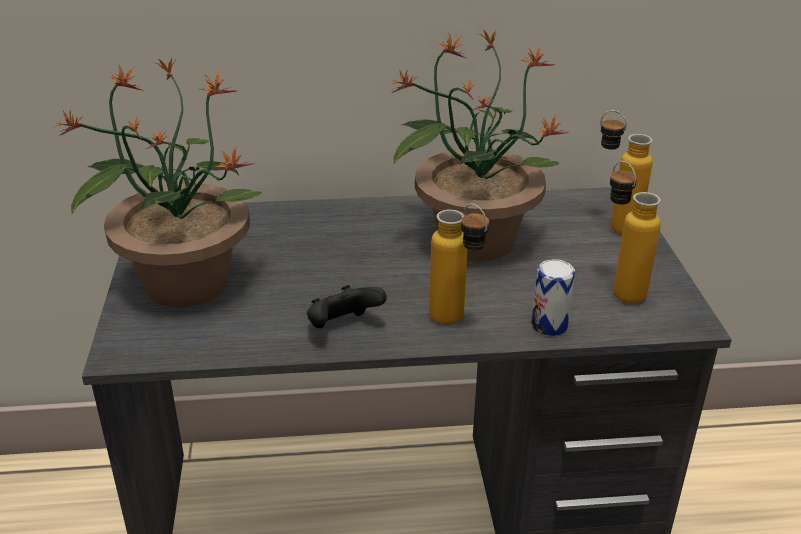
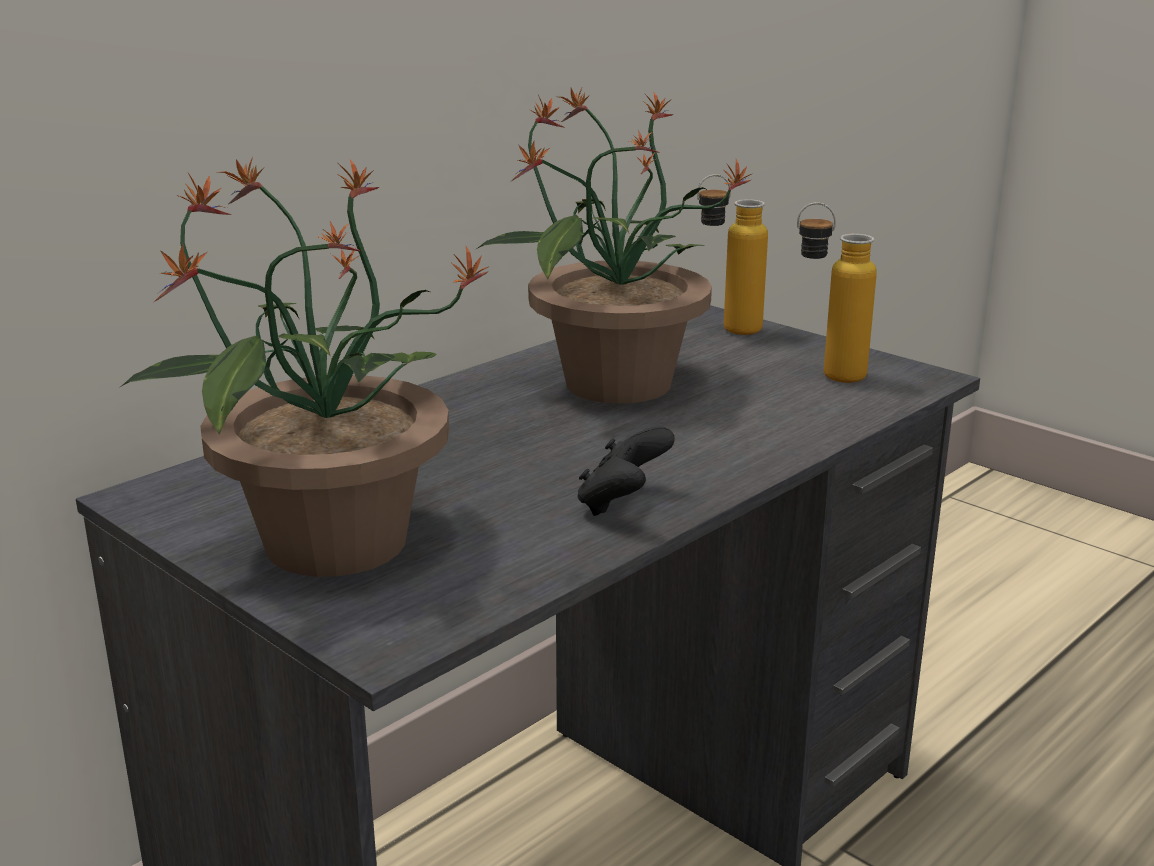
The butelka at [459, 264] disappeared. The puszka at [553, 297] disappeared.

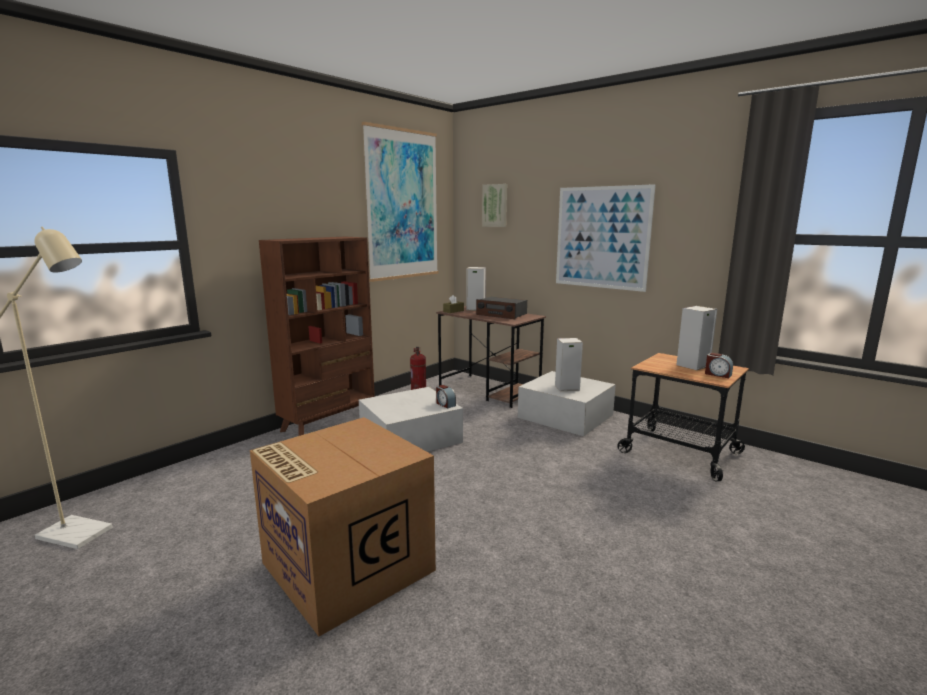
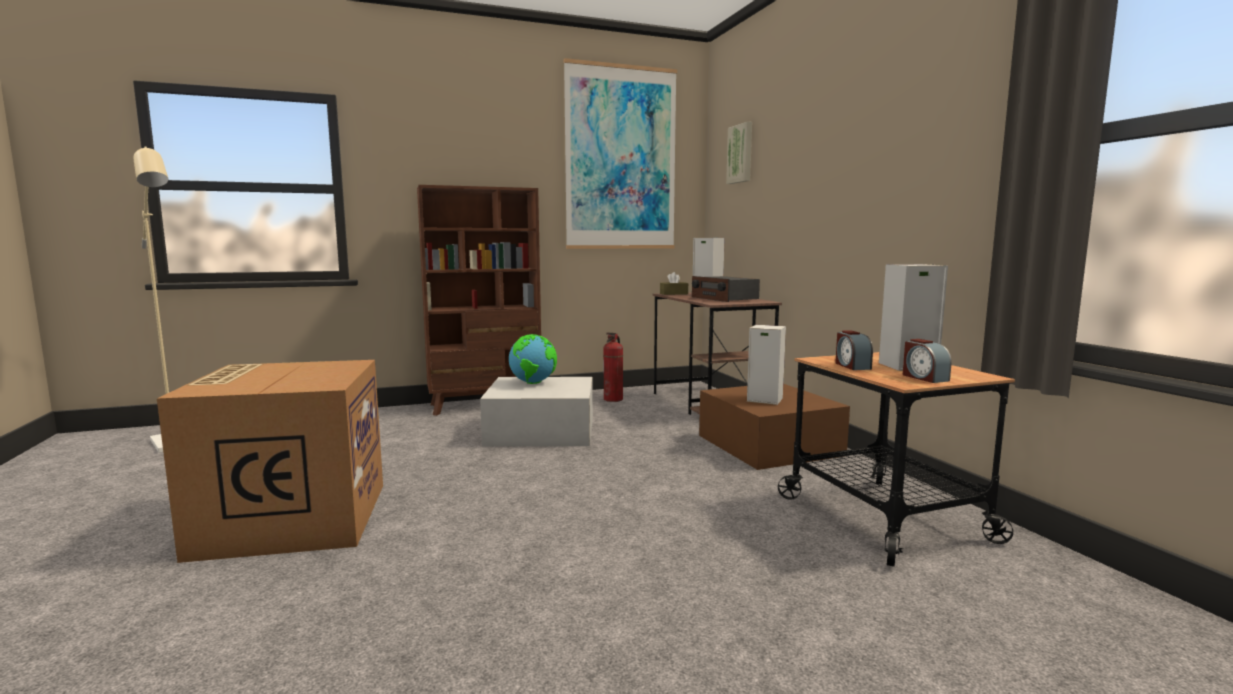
The obraz at [606, 238] disappeared. The pojemnik do przechowywania [biały] at [567, 403] became the pojemnik do przechowywania [brązowy] at [774, 427]. The budzik moved from [446, 397] to [854, 350]. The globus at [533, 359] appeared.

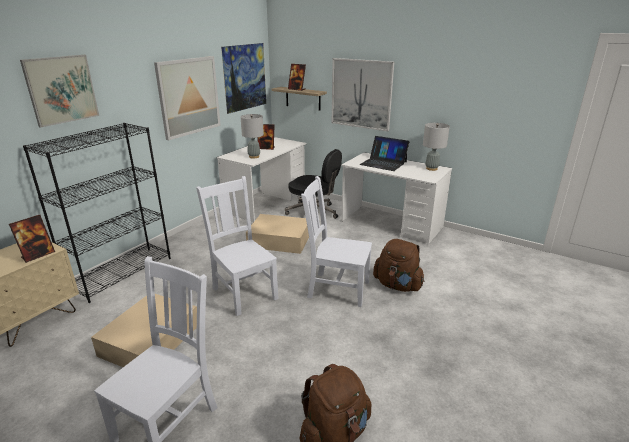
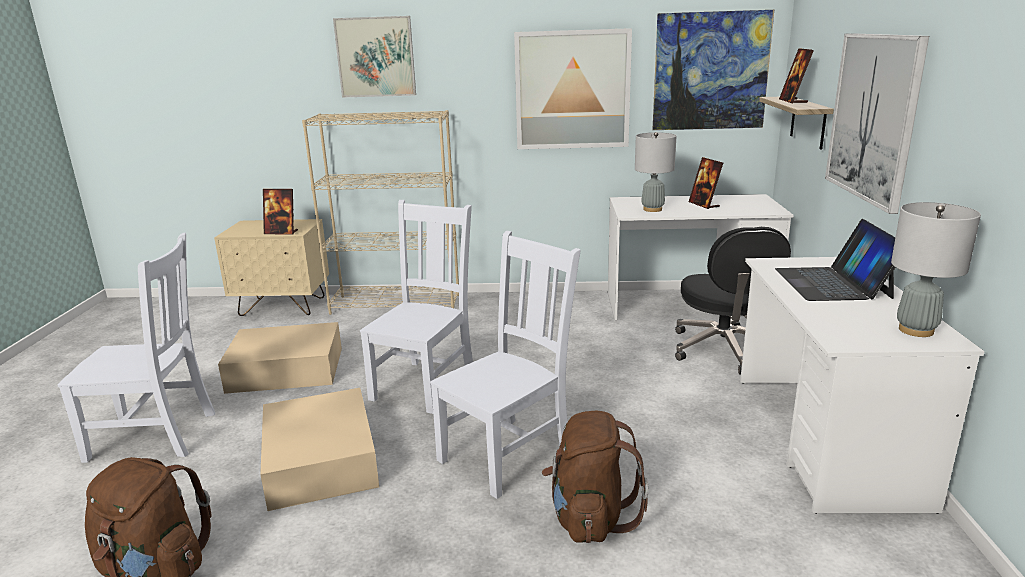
The regał [czarny] at [97, 213] became the regał [beżowy] at [380, 212]. The krzesło [biały] at [336, 241] turned 60 degrees clockwise. The pojemnik do przechowywania [beżowy] moved from [277, 234] to [319, 449].

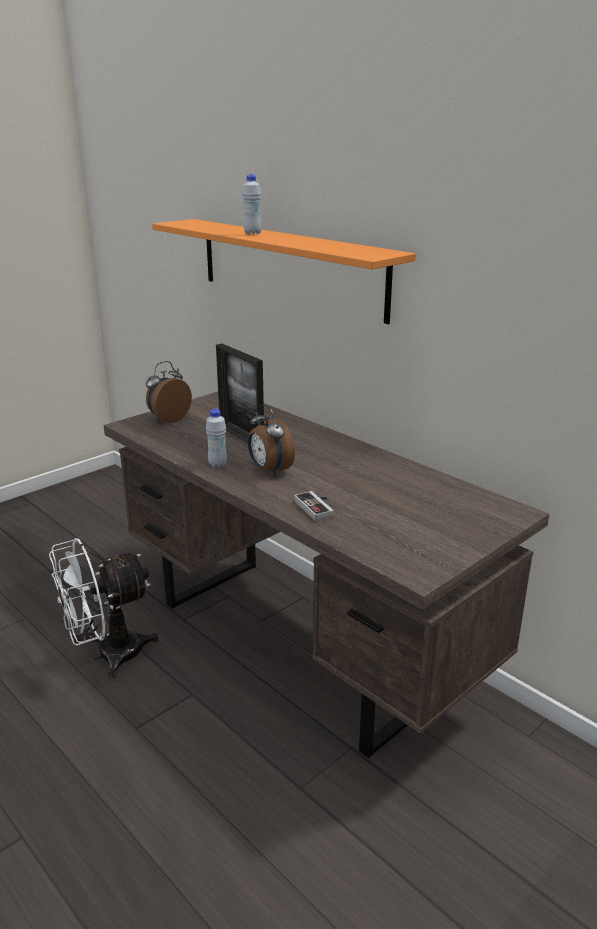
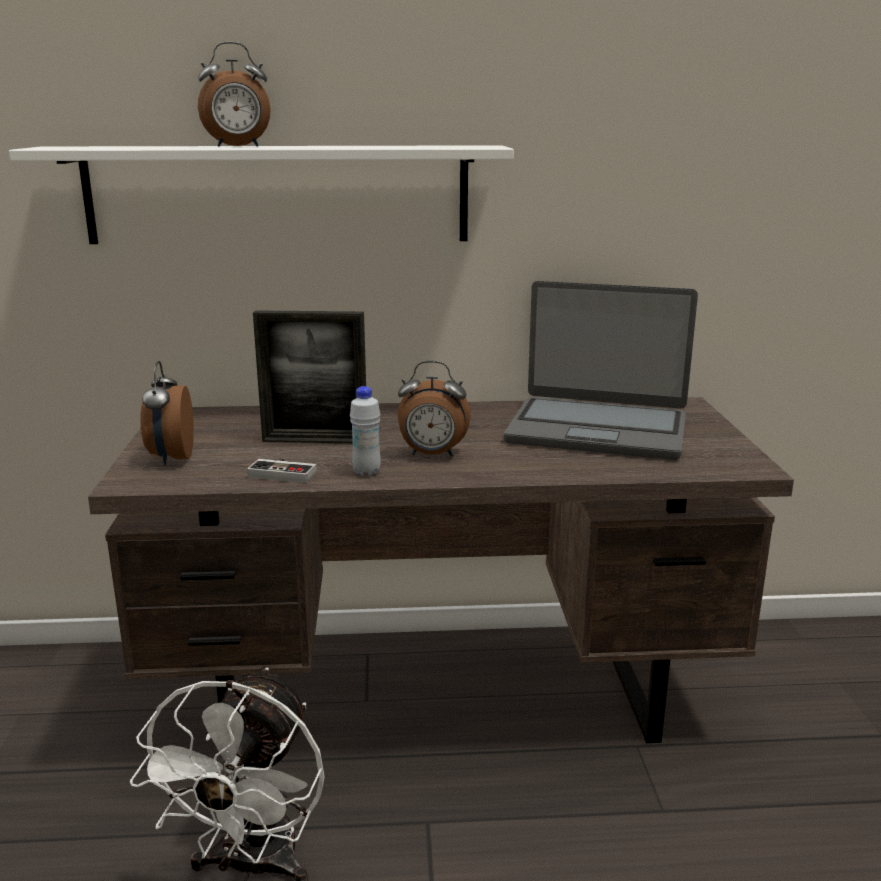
The butelka [biały] at [251, 204] was replaced by the budzik at [234, 94]. The półka [pomarańczowy] at [284, 271] became the półka [biały] at [261, 194]. The pad do gier moved from [314, 506] to [282, 471]. The laptop at [601, 370] appeared.

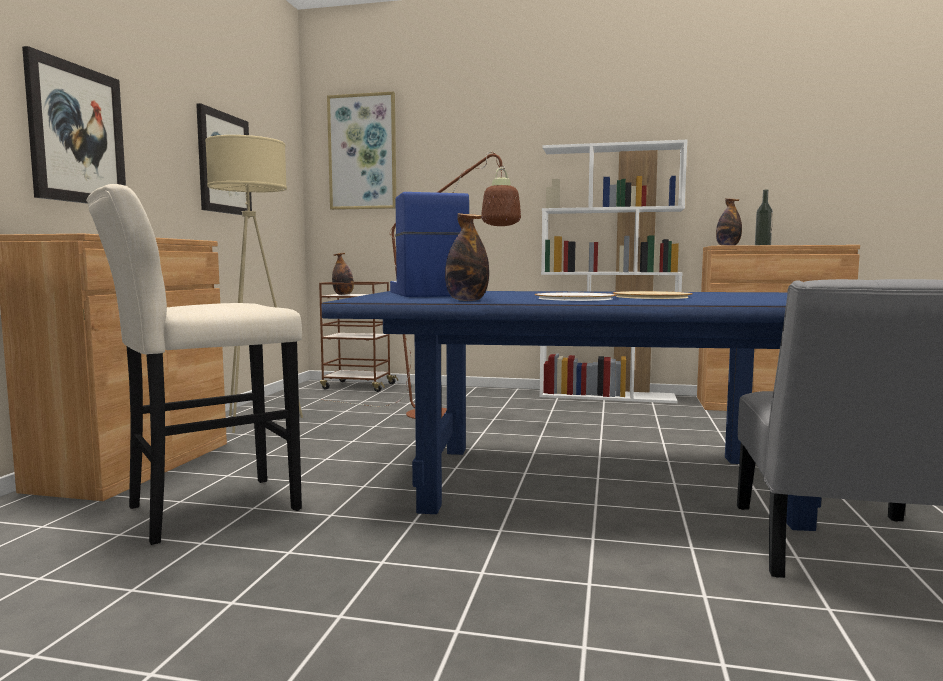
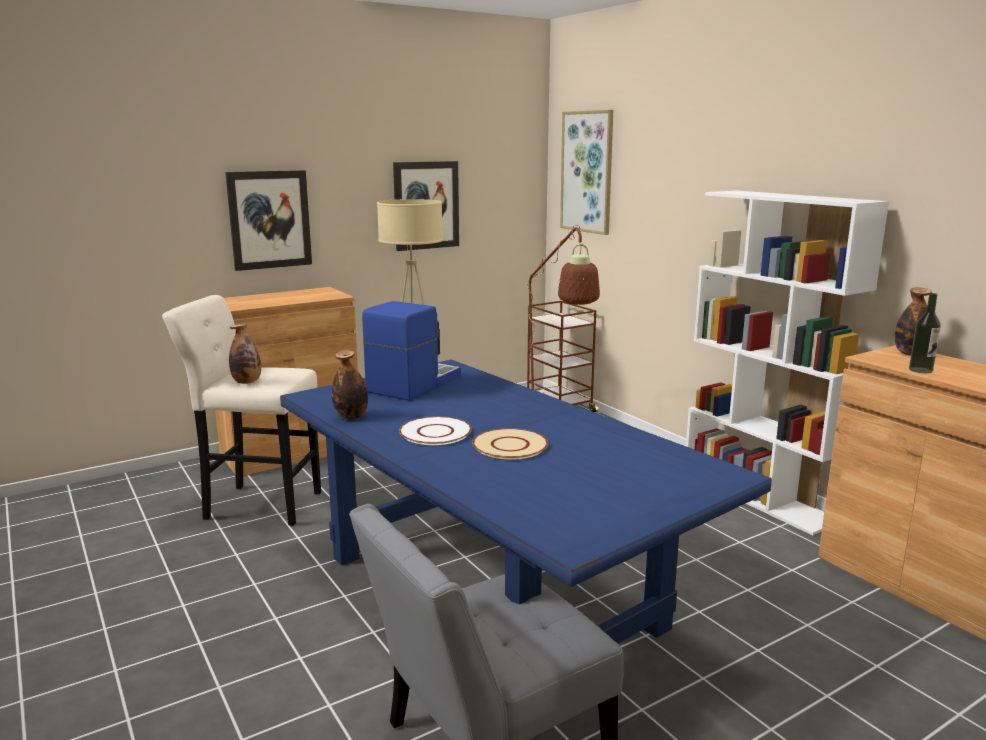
The butelka moved from [343, 274] to [245, 353].

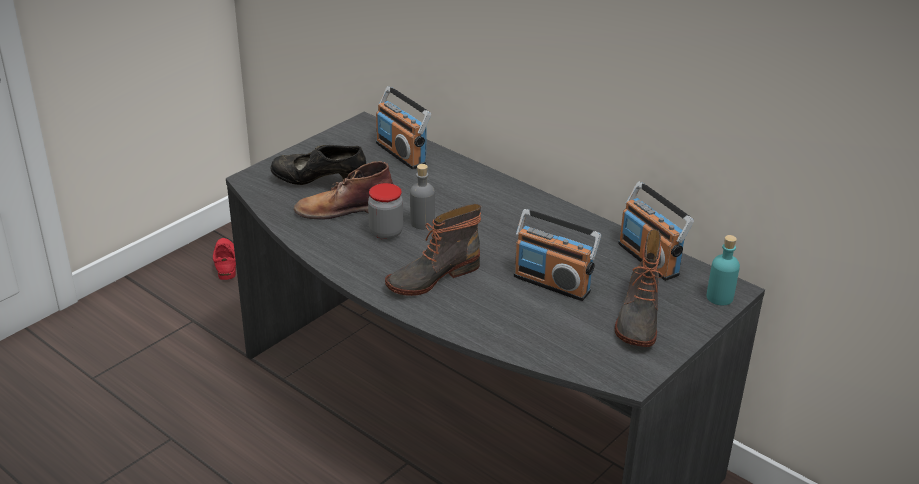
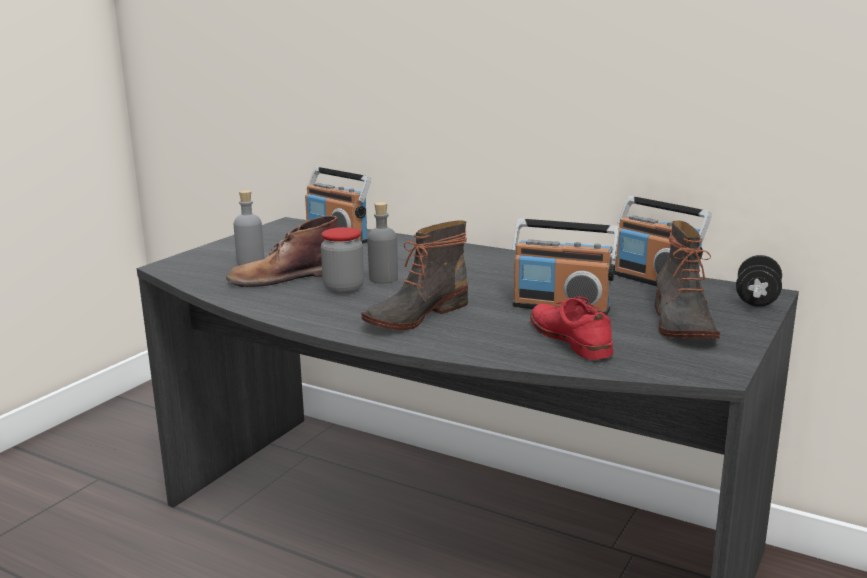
The but [czarny] at [318, 165] was replaced by the butelka [szary] at [249, 227]. The butelka [turkusowy] at [723, 270] was replaced by the hantel [czarny] at [759, 281]. The but [czerwony] moved from [224, 259] to [571, 328].

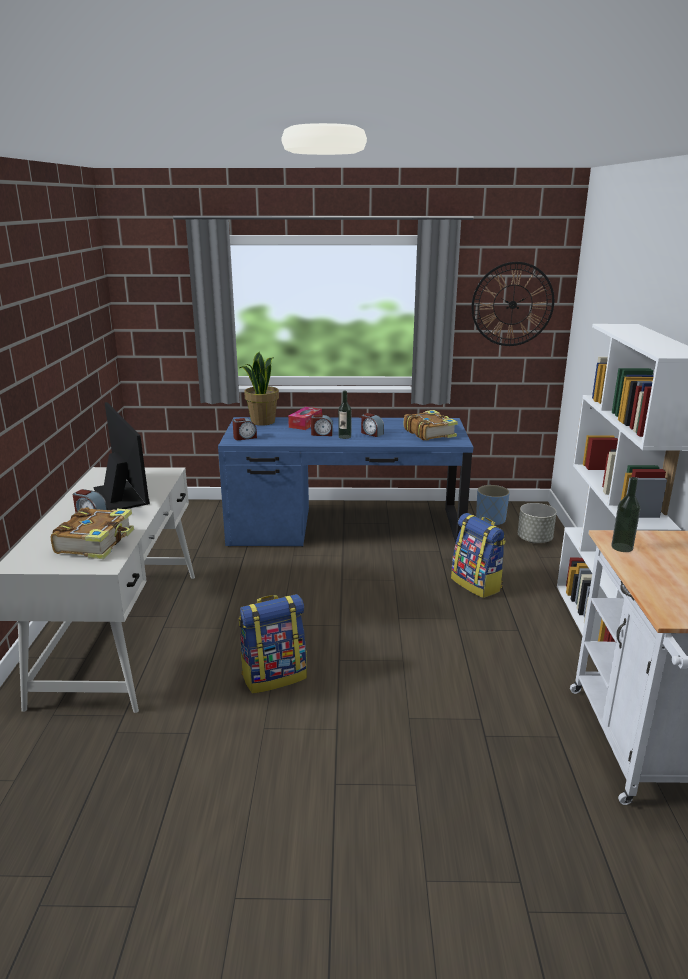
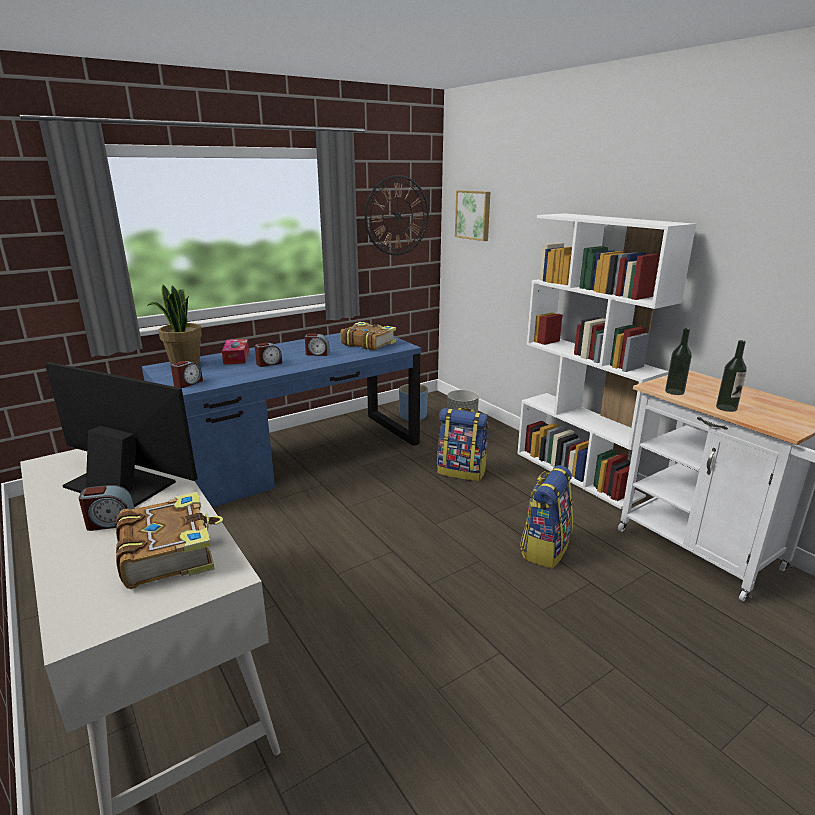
The butelka moved from [344, 414] to [731, 376]. The plecak moved from [273, 644] to [546, 517]. The obraz at [472, 215] appeared.

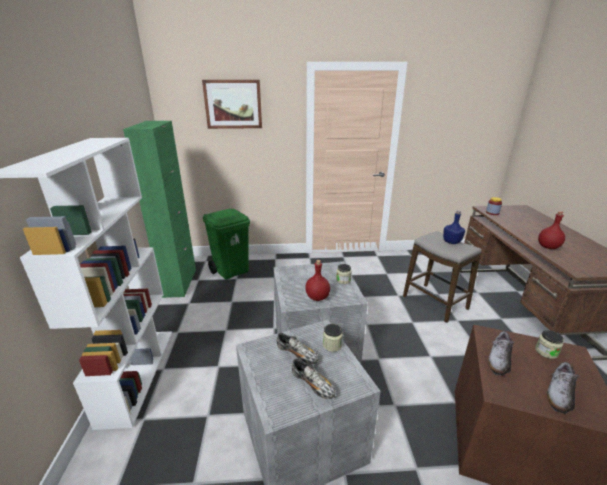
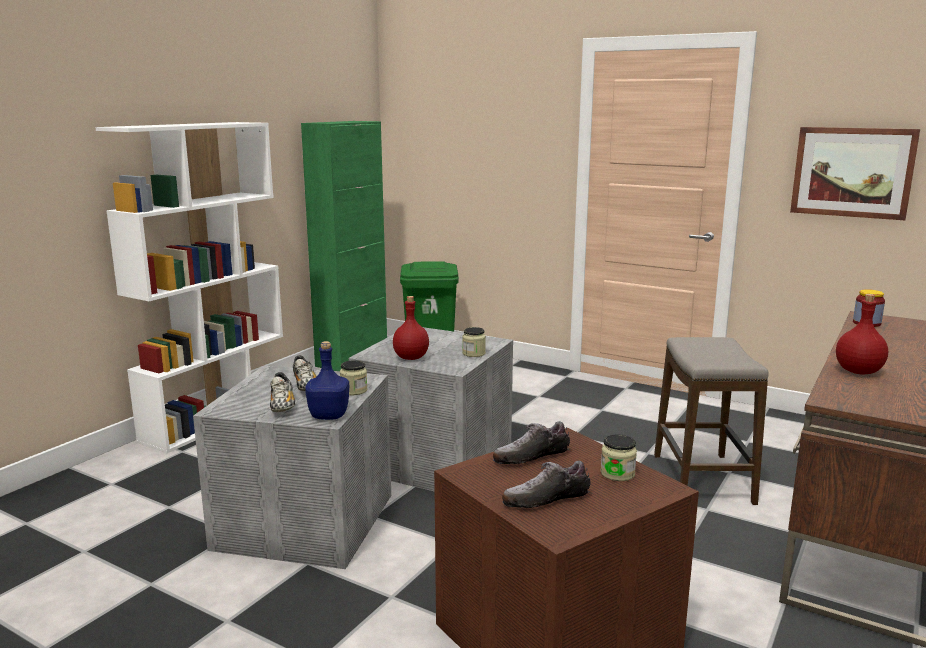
The obraz moved from [232, 104] to [855, 173]. The butelka [niebieski] moved from [454, 227] to [327, 380].

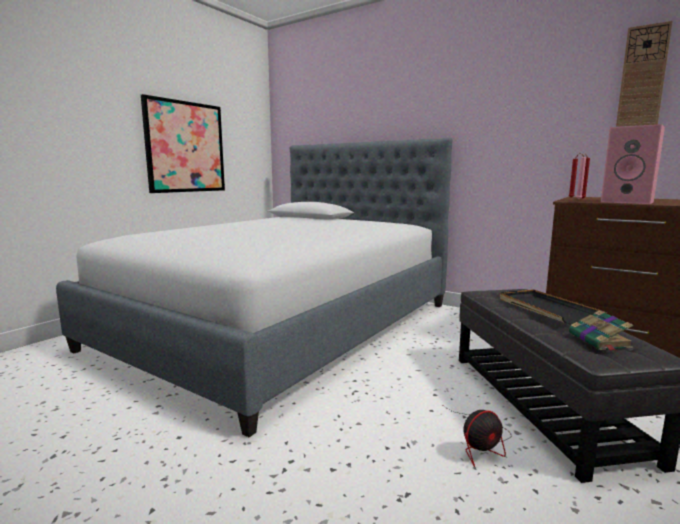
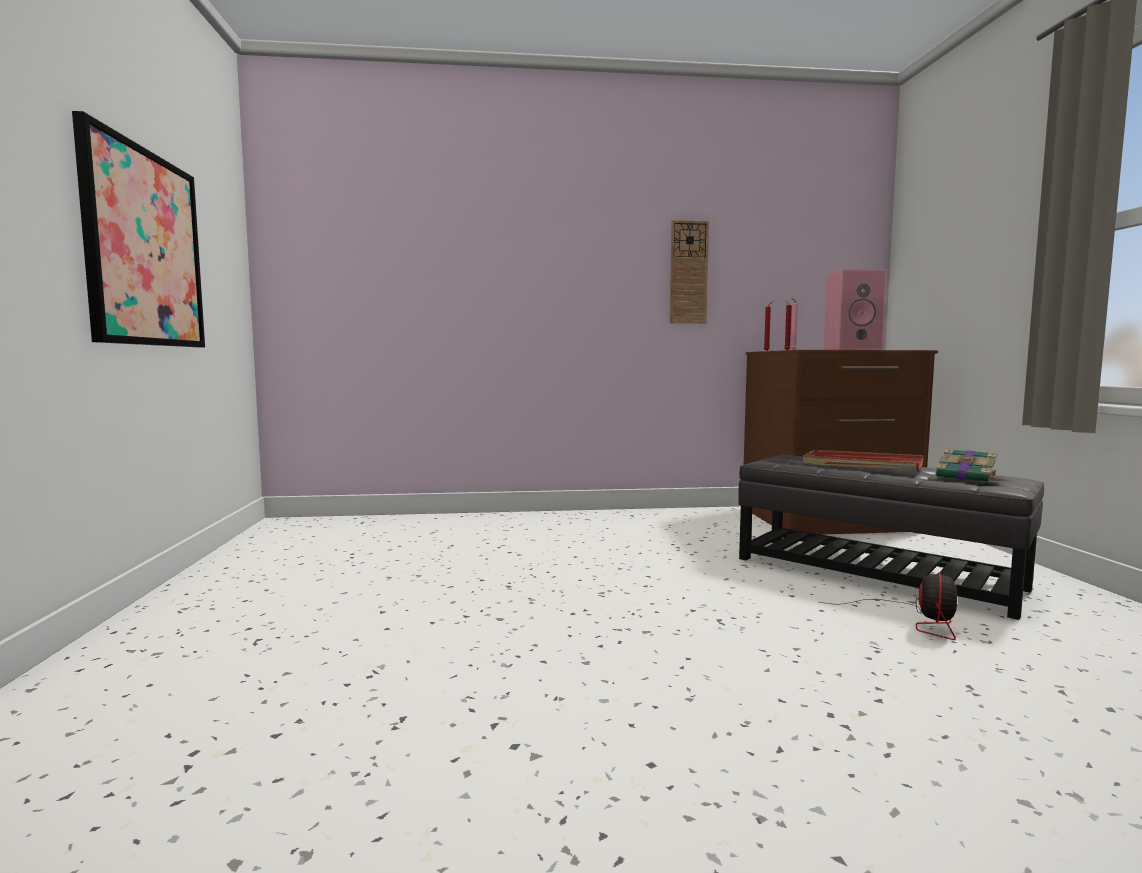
The zegar ścienny moved from [644, 74] to [689, 271]. The łóżko at [254, 287] disappeared. The taca [czarny] at [554, 307] became the taca [czerwony] at [863, 460].

